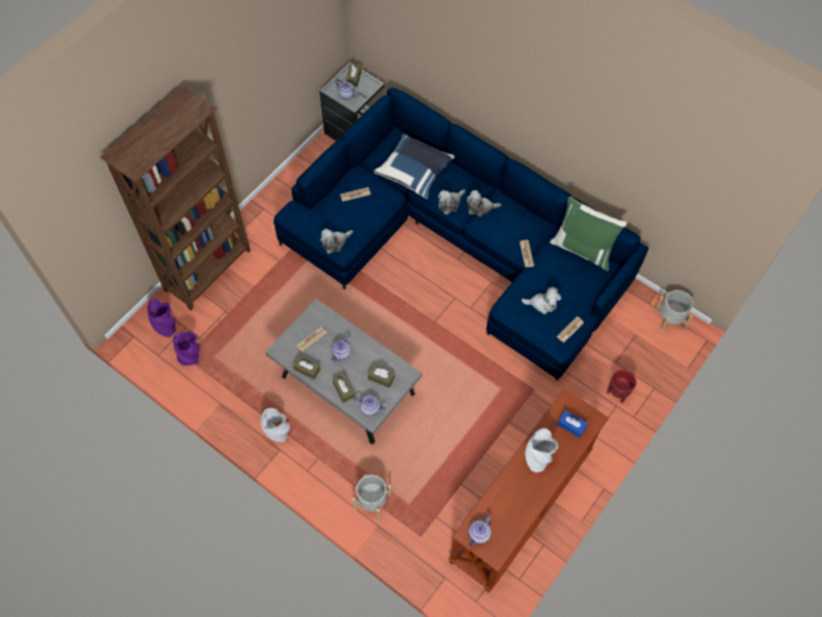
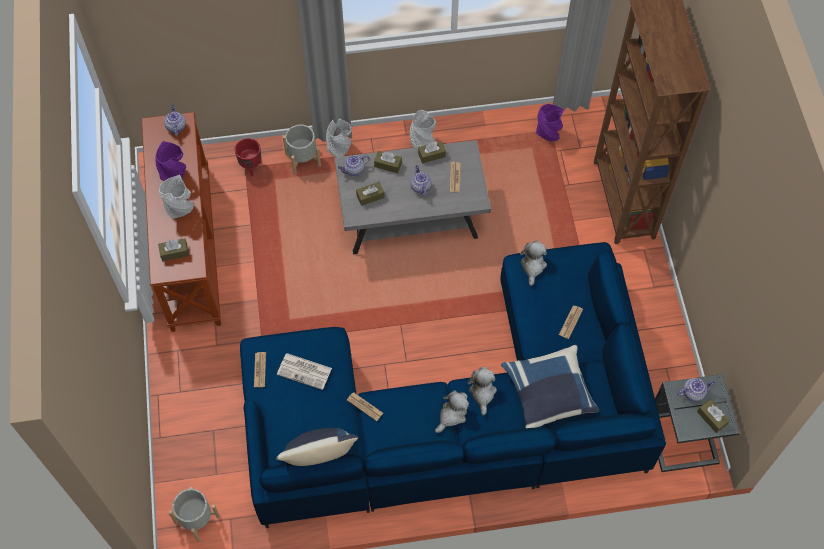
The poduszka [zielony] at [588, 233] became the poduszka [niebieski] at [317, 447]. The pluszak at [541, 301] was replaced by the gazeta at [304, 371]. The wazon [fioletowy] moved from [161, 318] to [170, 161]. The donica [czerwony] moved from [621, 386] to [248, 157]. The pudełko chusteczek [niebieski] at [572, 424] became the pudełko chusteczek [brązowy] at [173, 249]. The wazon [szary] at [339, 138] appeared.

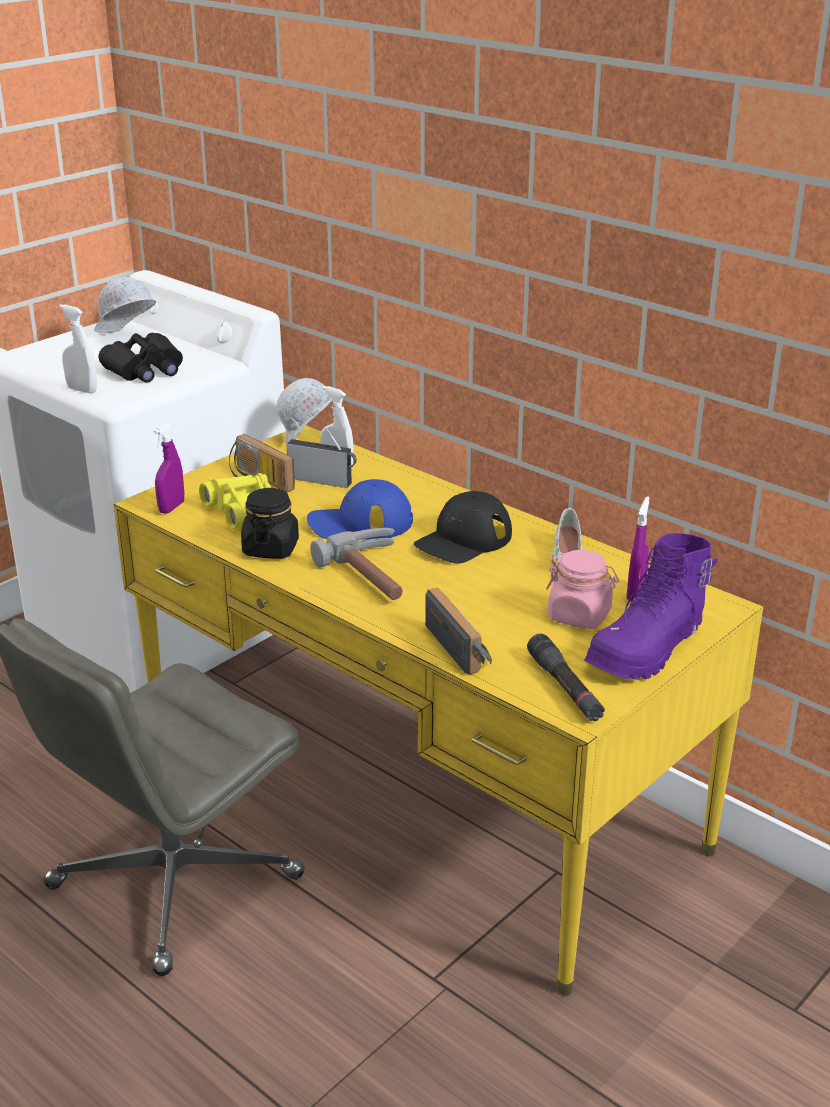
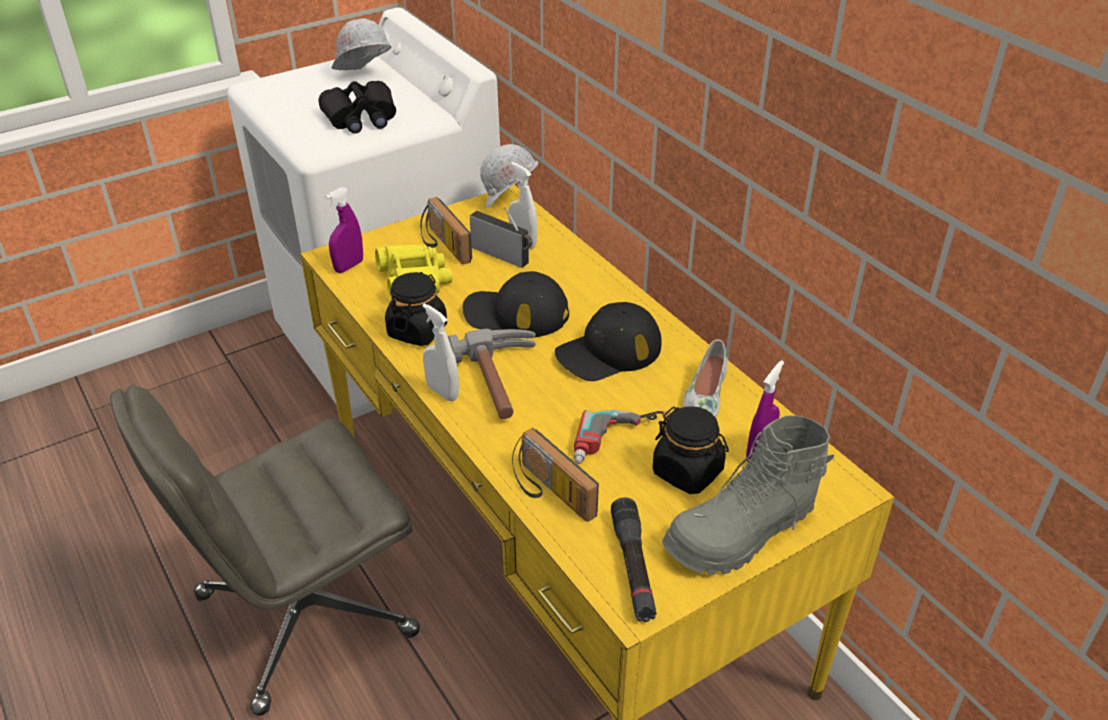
The spryskiwacz [biały] moved from [78, 348] to [440, 352]. The czapka z daszkiem [niebieski] at [360, 509] became the czapka z daszkiem [czarny] at [516, 304]. The but z cholewką [fioletowy] at [651, 606] became the but z cholewką [szary] at [748, 495]. The słoik [różowy] at [582, 589] became the słoik [czarny] at [691, 450]. The radio at [458, 631] turned 150 degrees clockwise. The wiertarka at [619, 437] appeared.

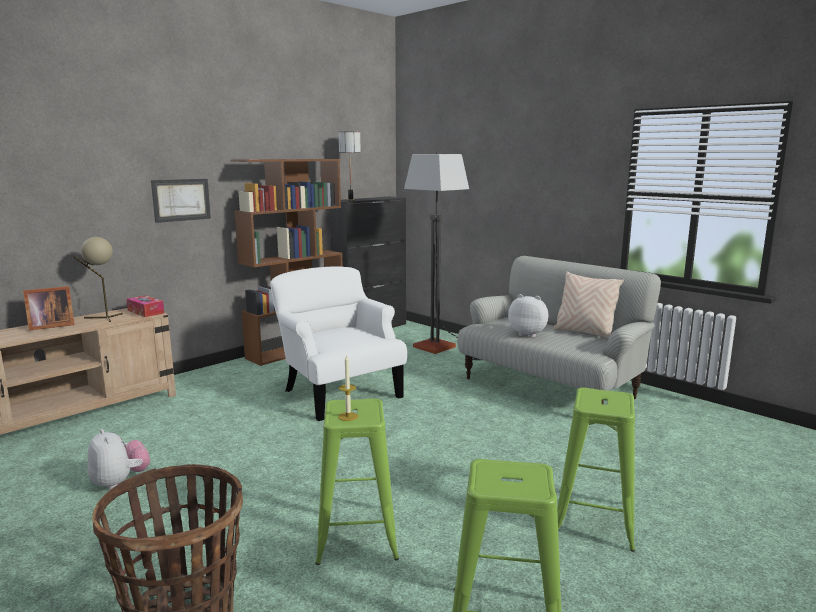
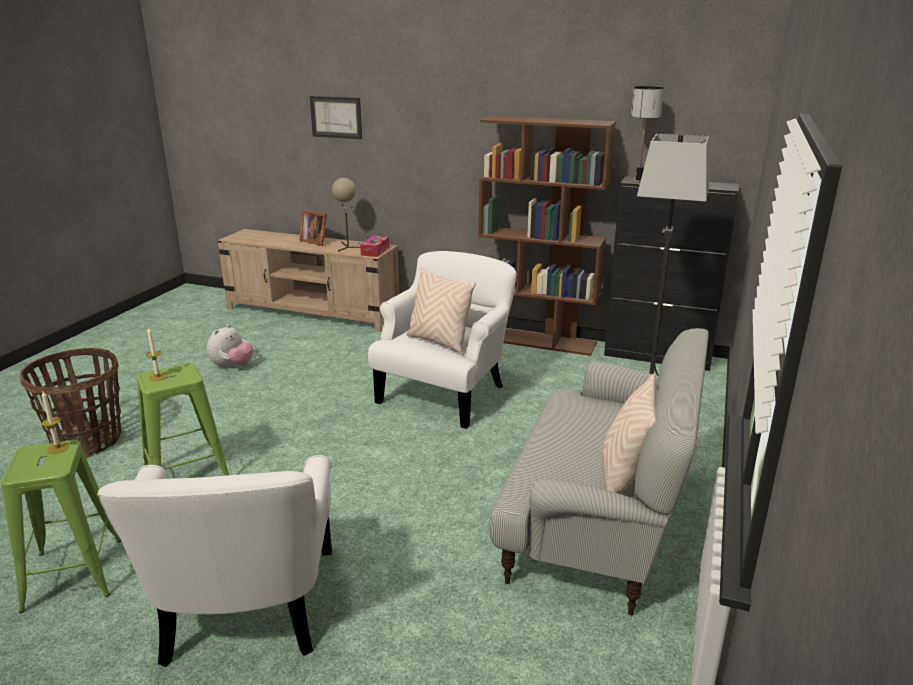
The obraz moved from [181, 201] to [336, 117]. The pluszak at [528, 316] disappeared. The stołek [zielony] at [596, 470] was replaced by the fotel [biały] at [214, 561]. The poduszka [beżowy] at [441, 310] appeared. The świeca at [55, 422] appeared.

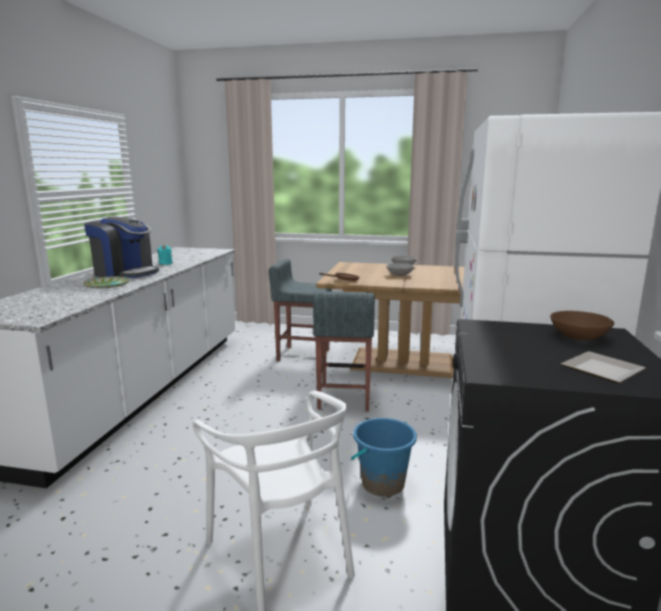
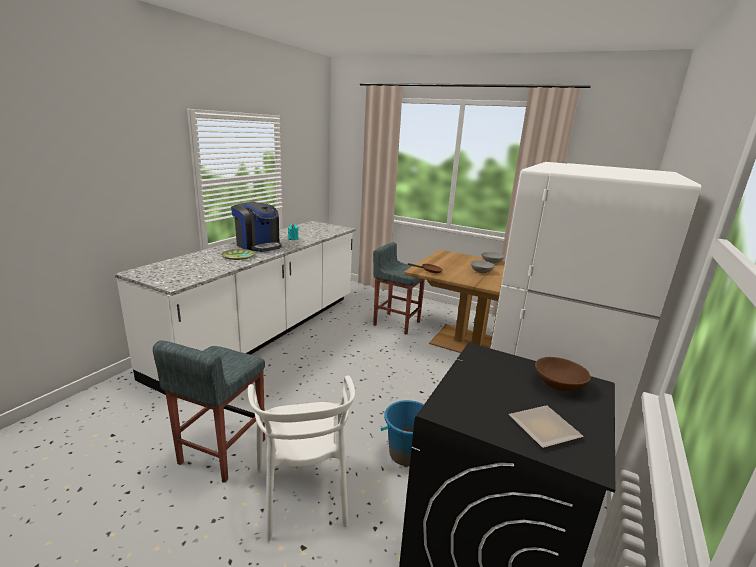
The stołek [szary] moved from [344, 352] to [209, 411].

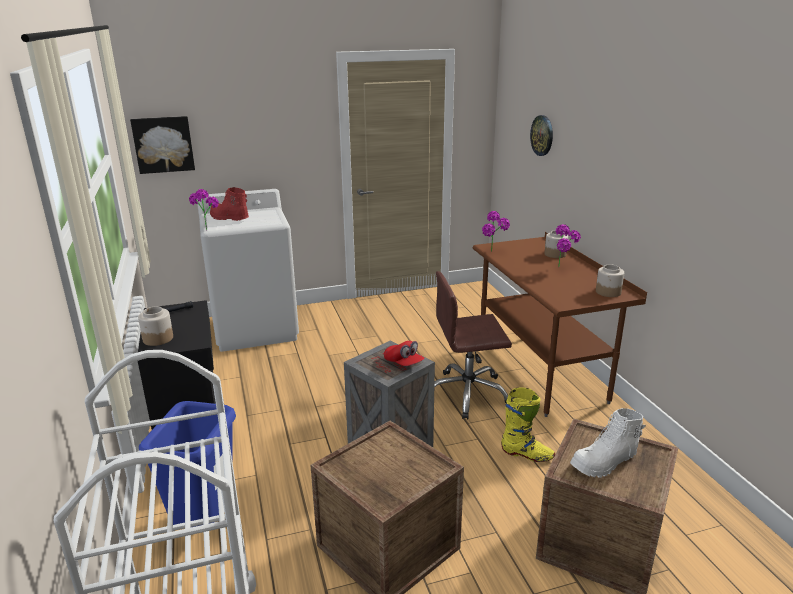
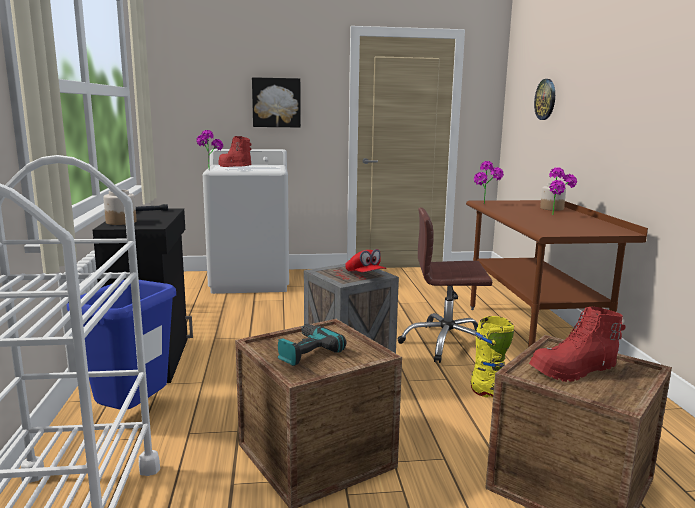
The obraz moved from [162, 145] to [276, 102]. The słoik at [610, 280] disappeared. The but z cholewką [biały] at [608, 443] became the but z cholewką [czerwony] at [577, 344]. The wiertarka at [312, 345] appeared.

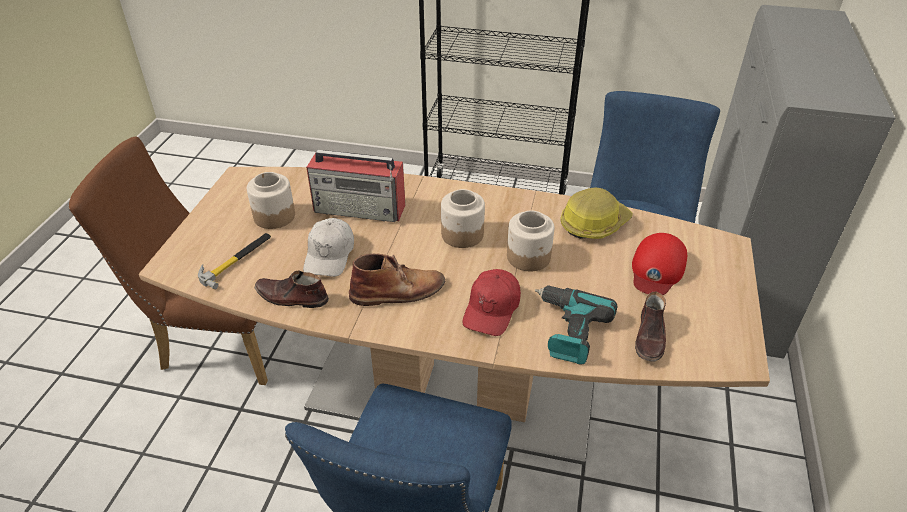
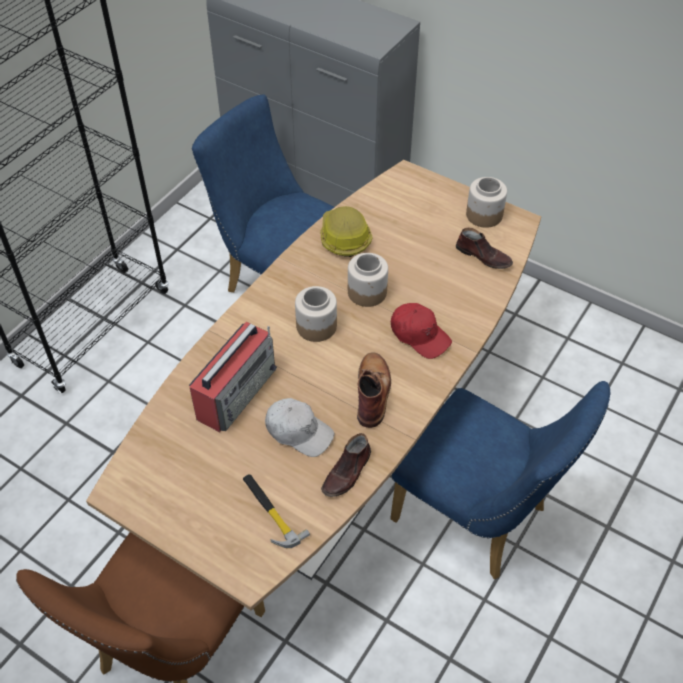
The słoik moved from [271, 200] to [486, 202]. The czapka z daszkiem [czerwony] at [659, 264] disappeared. The wiertarka at [576, 325] disappeared.

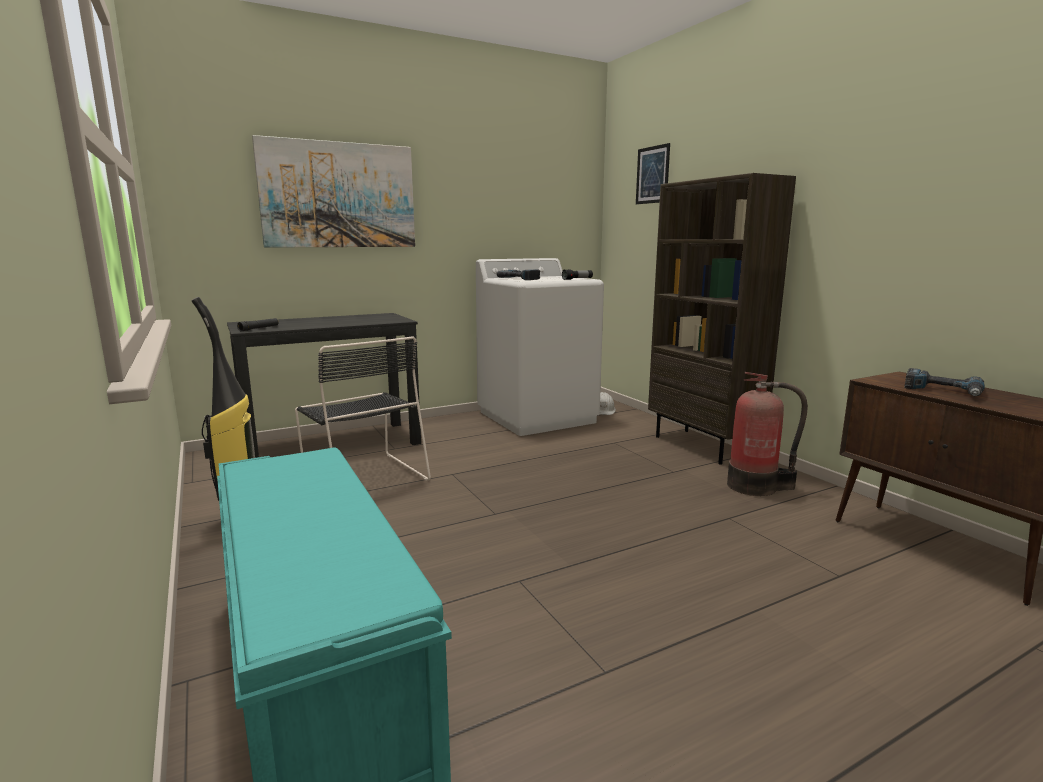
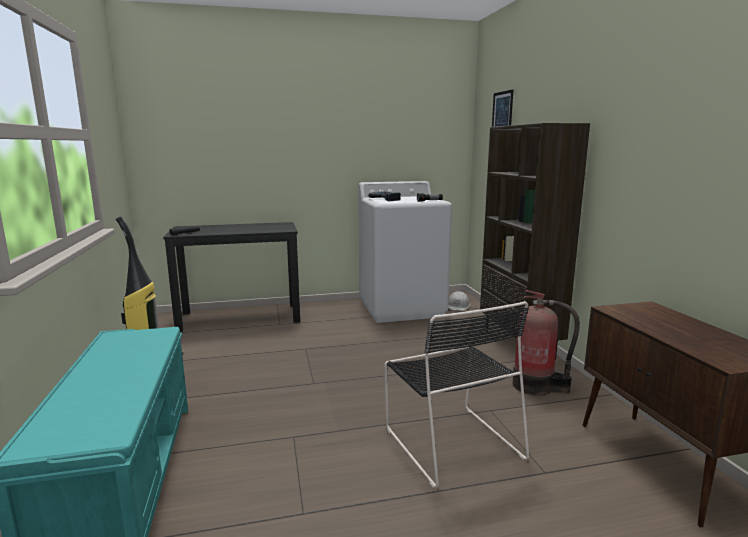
The obraz at [333, 191] disappeared. The krzesło [czarny] moved from [363, 408] to [457, 394]. The wiertarka at [944, 382] disappeared.

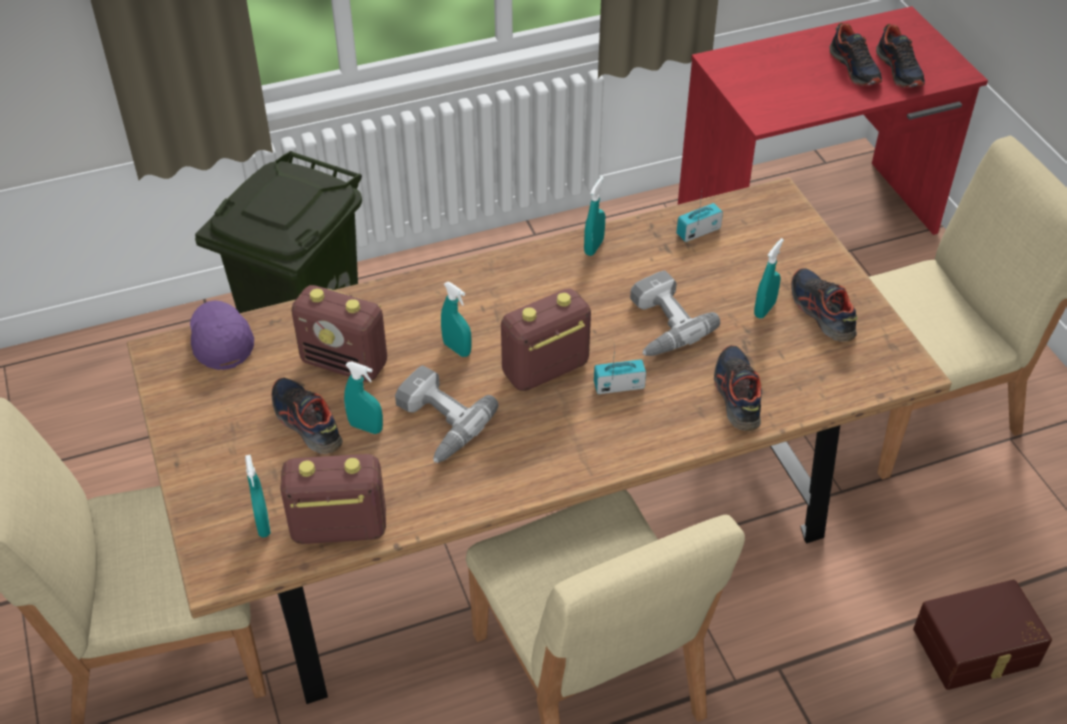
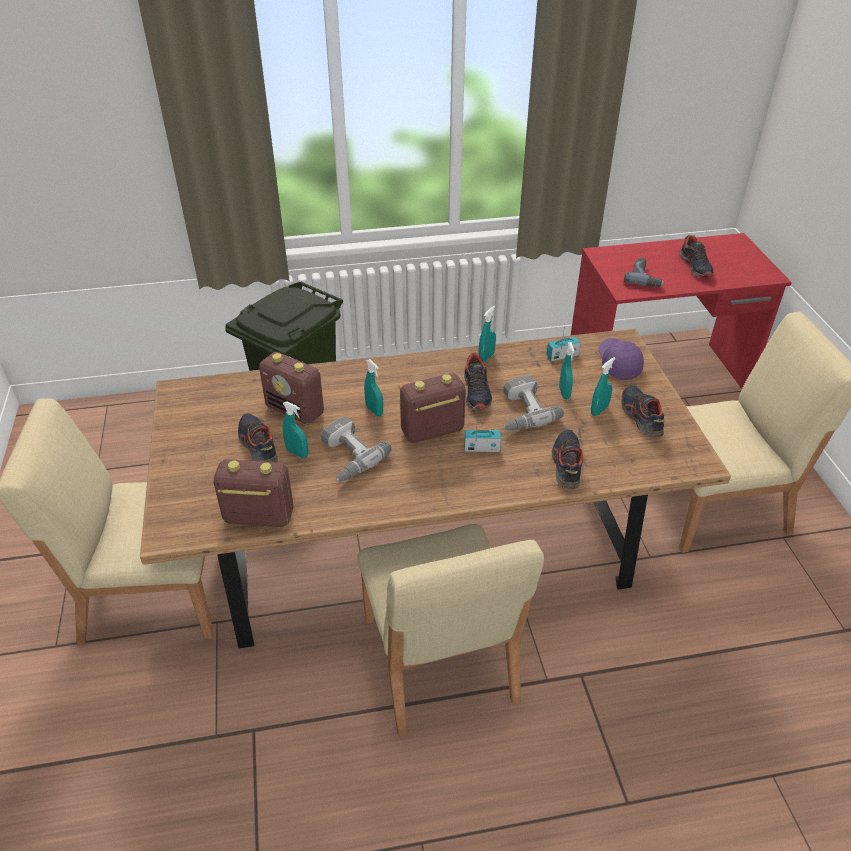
The but moved from [900, 56] to [478, 380]. The czapka z daszkiem [fioletowy] moved from [222, 335] to [621, 359]. The spryskiwacz [turkusowy] moved from [258, 496] to [567, 370]. The pojemnik do przechowywania [brązowy] at [982, 635] disappeared. The wiertarka at [644, 272] appeared.

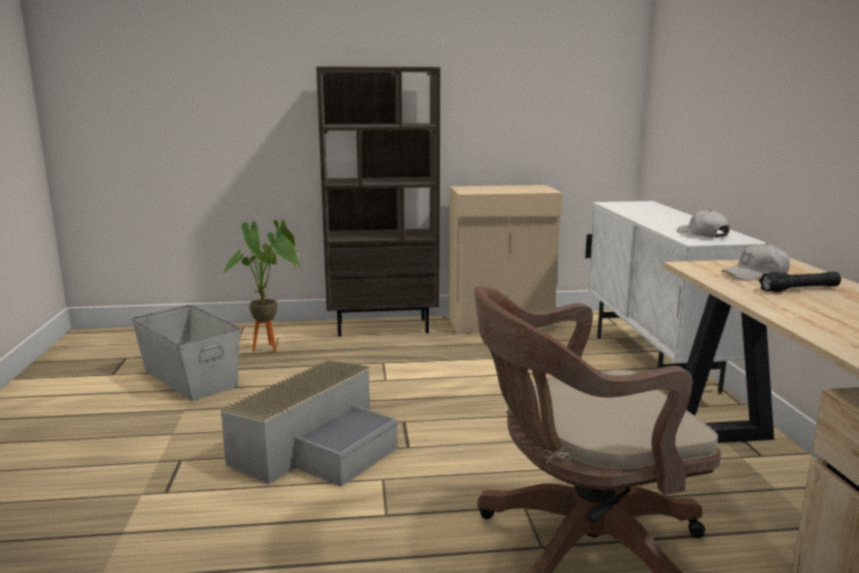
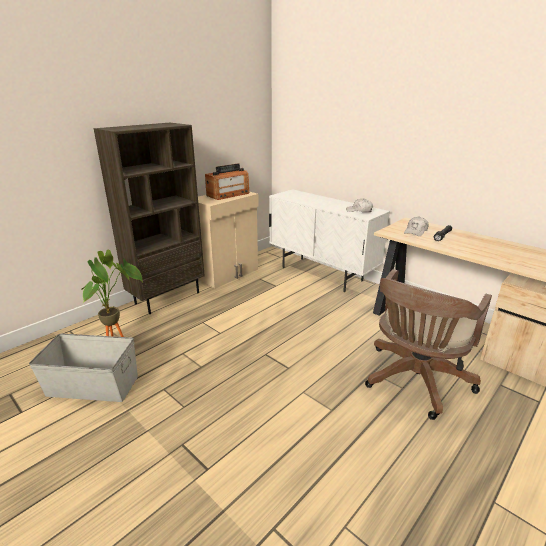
The pojemnik do przechowywania [szary] at [309, 423] disappeared. The radio at [227, 181] appeared.

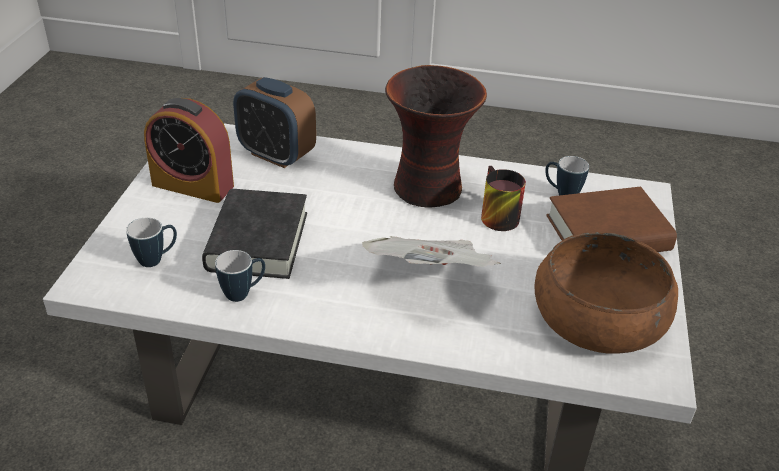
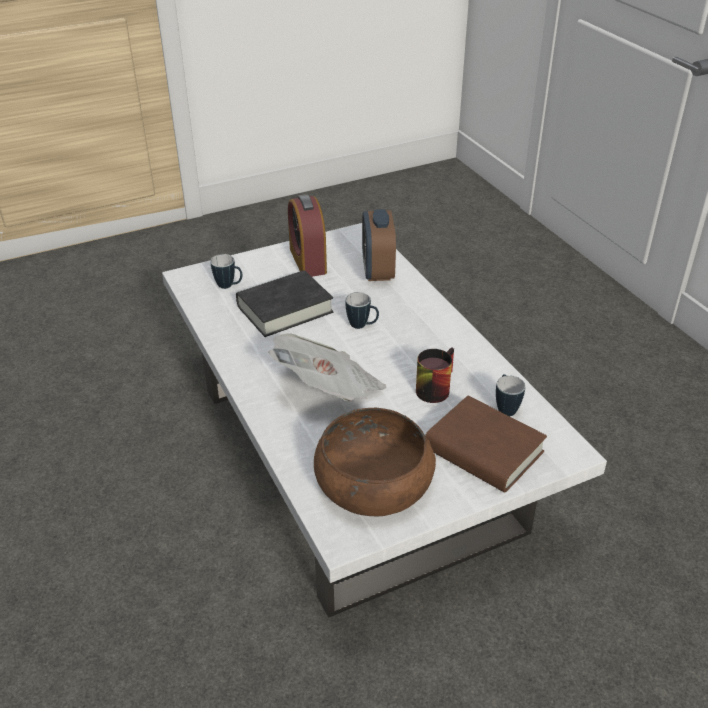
The wazon at [436, 136] disappeared. The kubek moved from [240, 276] to [362, 310].

